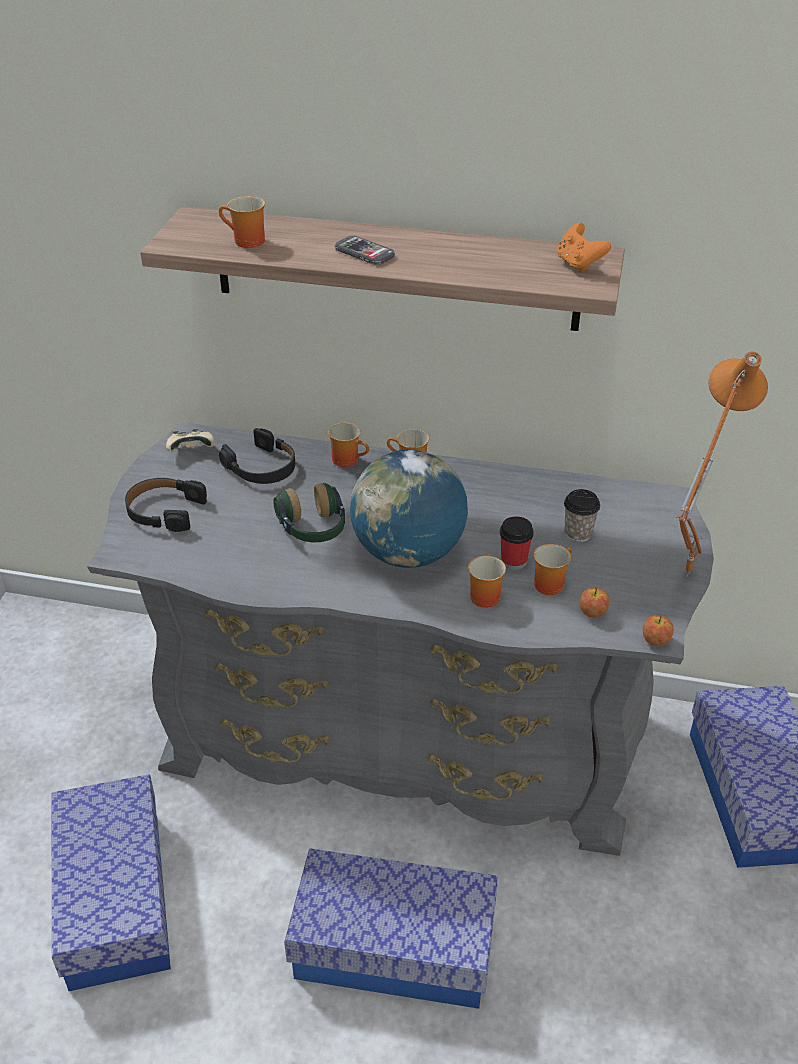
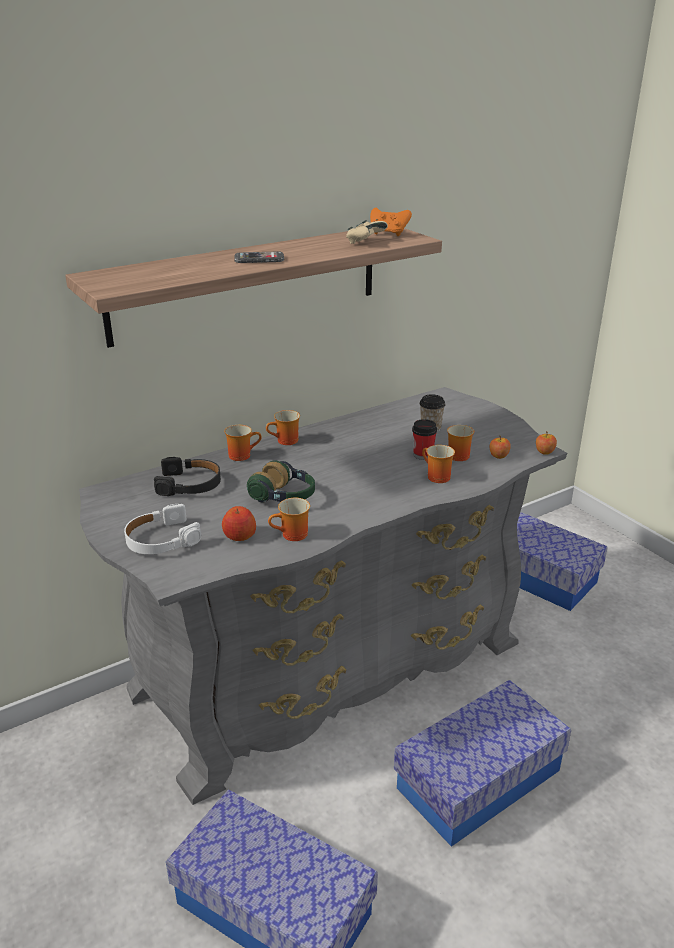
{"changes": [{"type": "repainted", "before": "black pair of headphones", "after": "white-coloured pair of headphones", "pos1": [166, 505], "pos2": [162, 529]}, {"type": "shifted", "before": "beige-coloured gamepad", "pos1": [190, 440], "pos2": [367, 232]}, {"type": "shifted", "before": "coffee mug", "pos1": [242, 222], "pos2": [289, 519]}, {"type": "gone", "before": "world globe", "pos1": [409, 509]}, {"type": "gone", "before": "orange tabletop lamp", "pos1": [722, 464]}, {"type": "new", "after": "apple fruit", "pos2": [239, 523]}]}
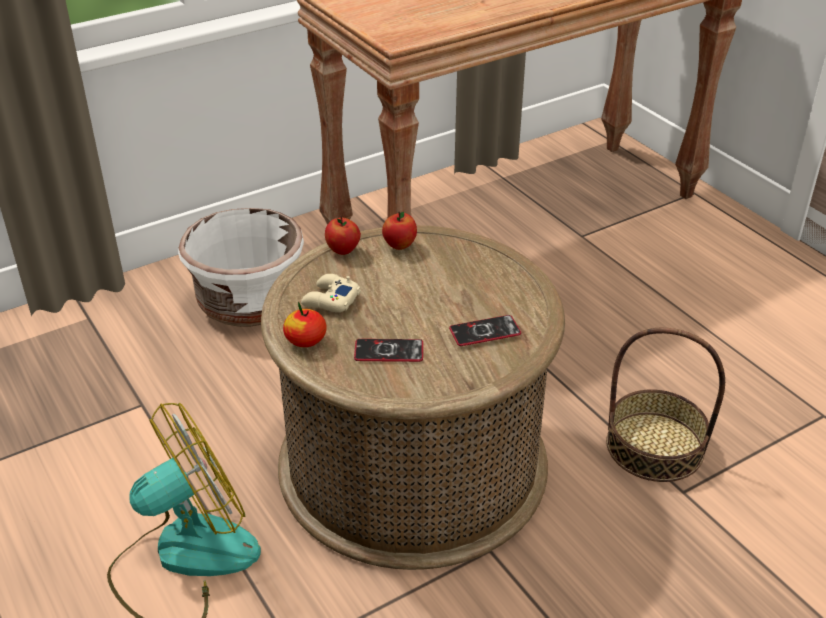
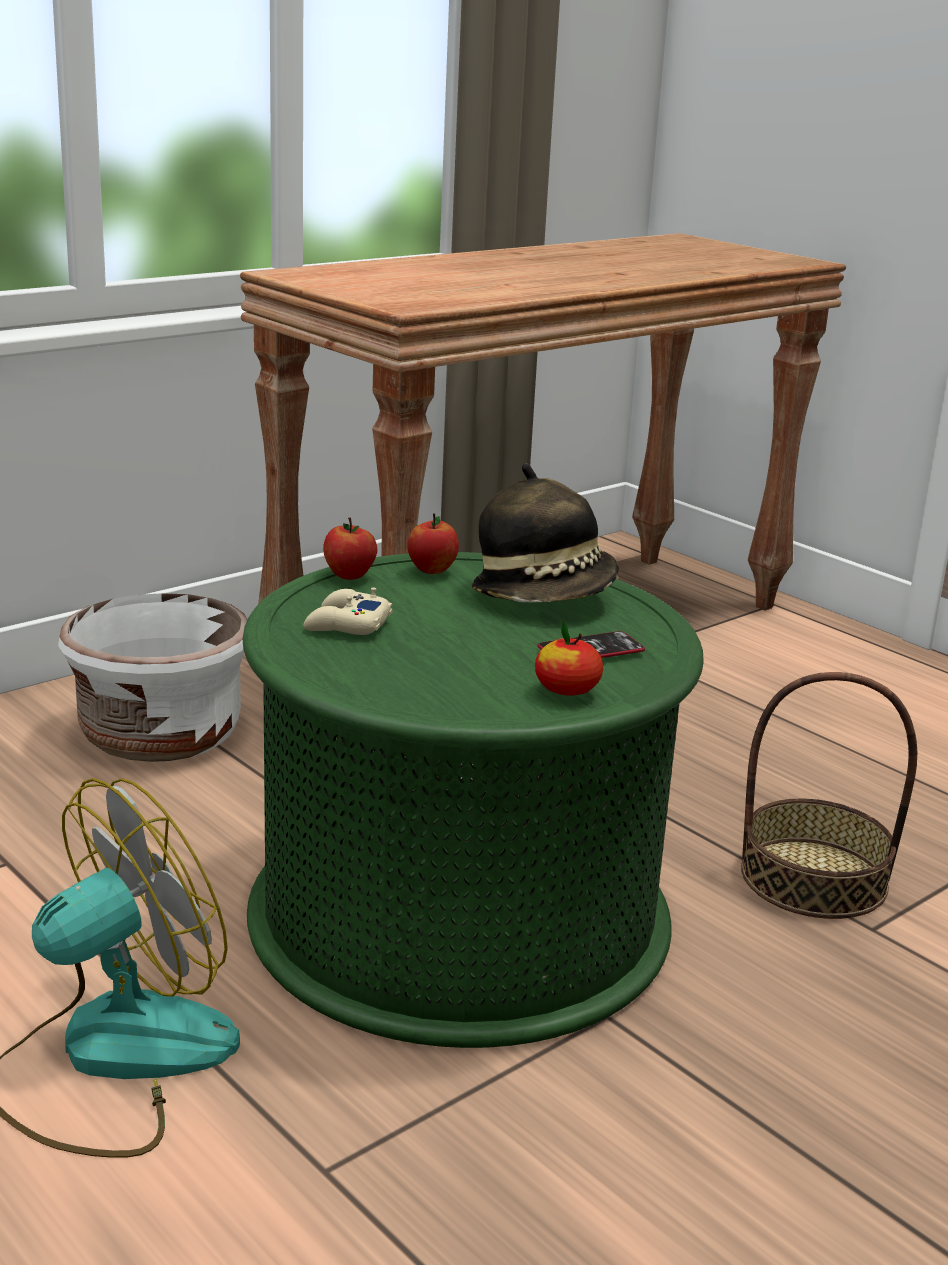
{"changes": [{"type": "repainted", "before": "brown-coloured lounge table", "after": "greenish lounge table", "pos1": [413, 397], "pos2": [473, 800]}, {"type": "shifted", "before": "apple fruit", "pos1": [305, 324], "pos2": [569, 658]}, {"type": "gone", "before": "telephone", "pos1": [388, 350]}, {"type": "new", "after": "wearable hat", "pos2": [545, 533]}]}
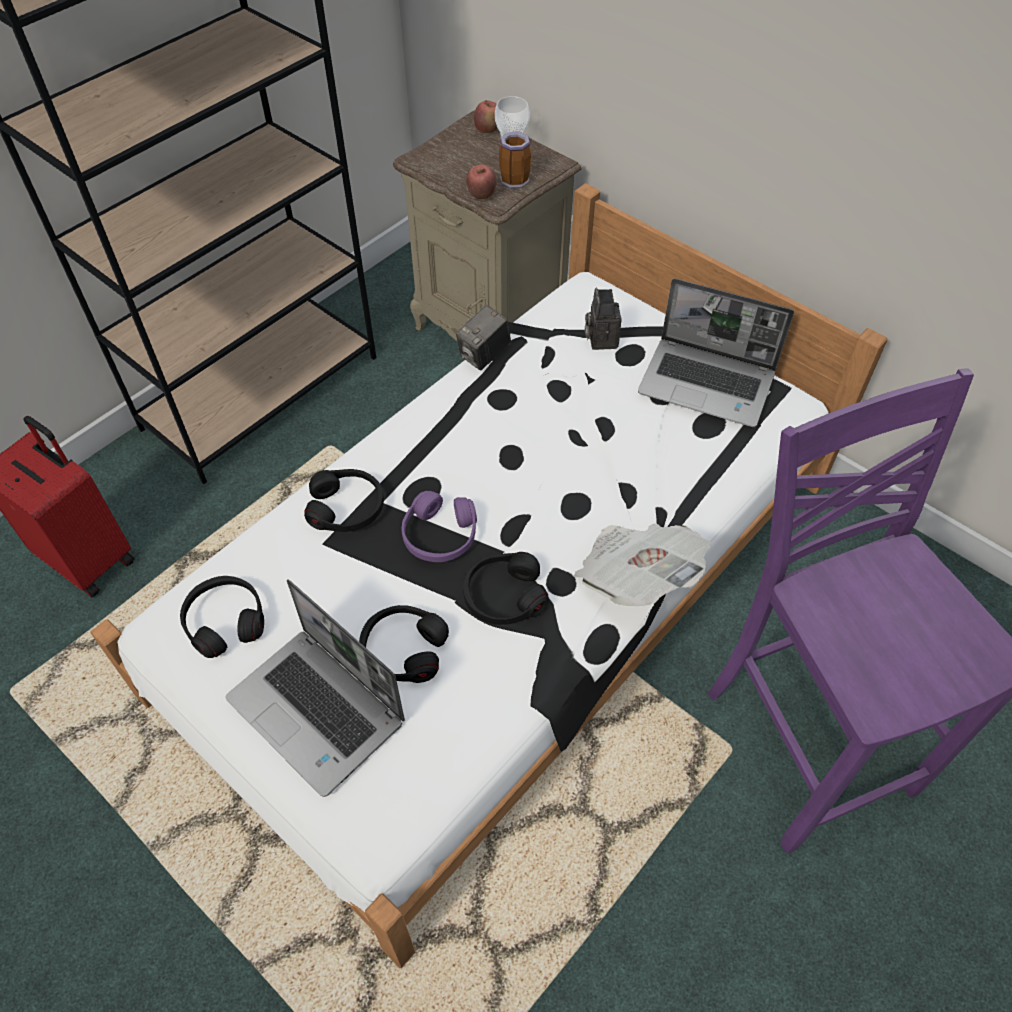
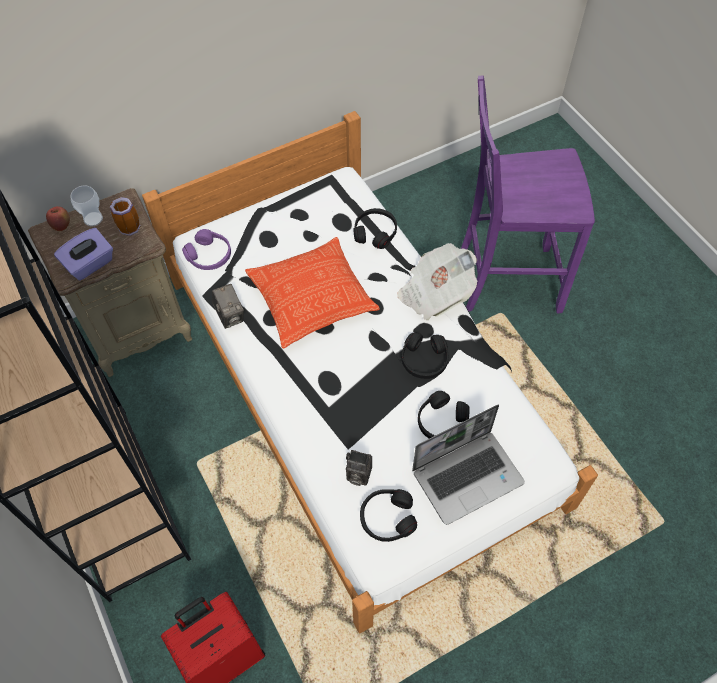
{"changes": [{"type": "shifted", "before": "black pair of headphones", "pos1": [344, 500], "pos2": [375, 228]}, {"type": "shifted", "before": "purple-coloured pair of headphones", "pos1": [439, 526], "pos2": [206, 249]}, {"type": "gone", "before": "apple fruit", "pos1": [481, 181]}, {"type": "shifted", "before": "photo camera", "pos1": [603, 319], "pos2": [359, 468]}, {"type": "gone", "before": "notebook computer", "pos1": [716, 352]}, {"type": "new", "after": "purple-coloured tissue holder", "pos2": [83, 254]}, {"type": "new", "after": "orange pillow", "pos2": [312, 293]}]}
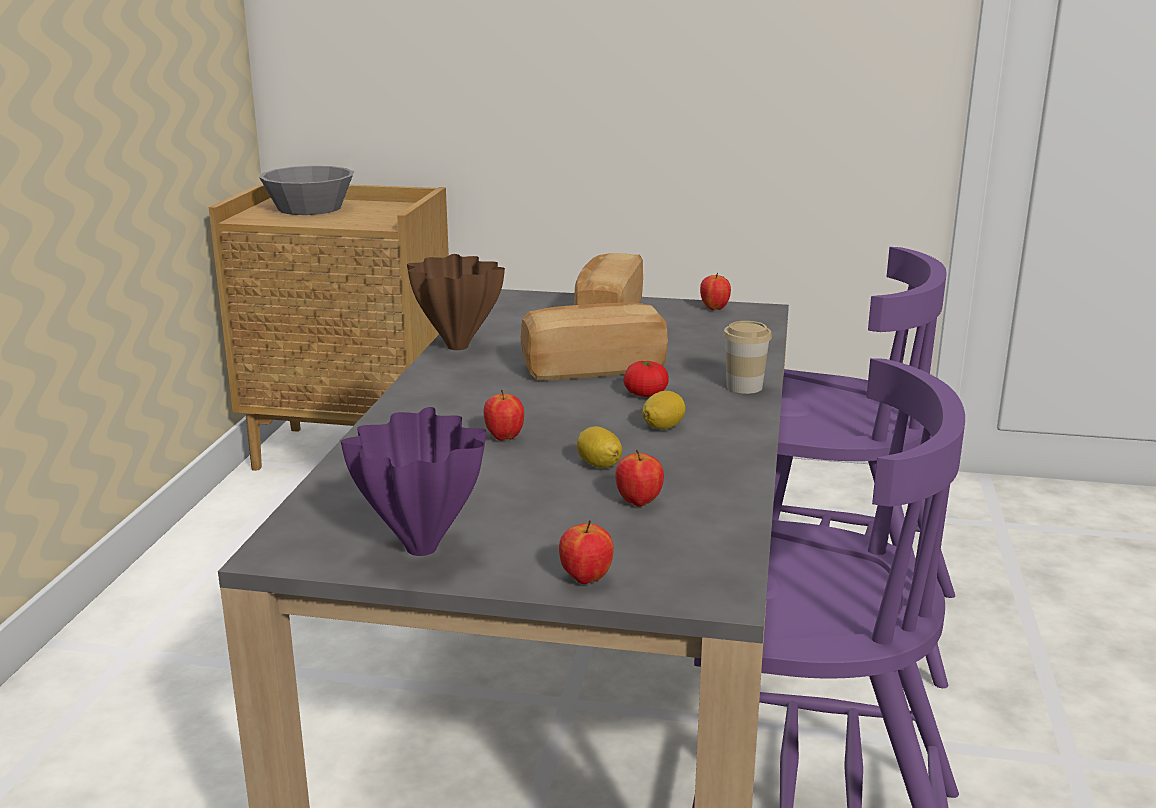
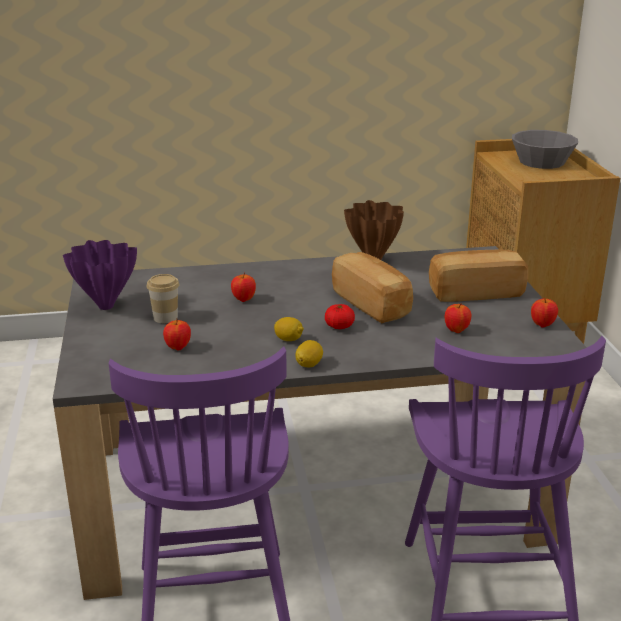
{"changes": [{"type": "shifted", "before": "apple fruit", "pos1": [586, 552], "pos2": [458, 318]}, {"type": "shifted", "before": "citrus fruit", "pos1": [599, 447], "pos2": [309, 353]}, {"type": "shifted", "before": "cup", "pos1": [747, 357], "pos2": [163, 298]}]}
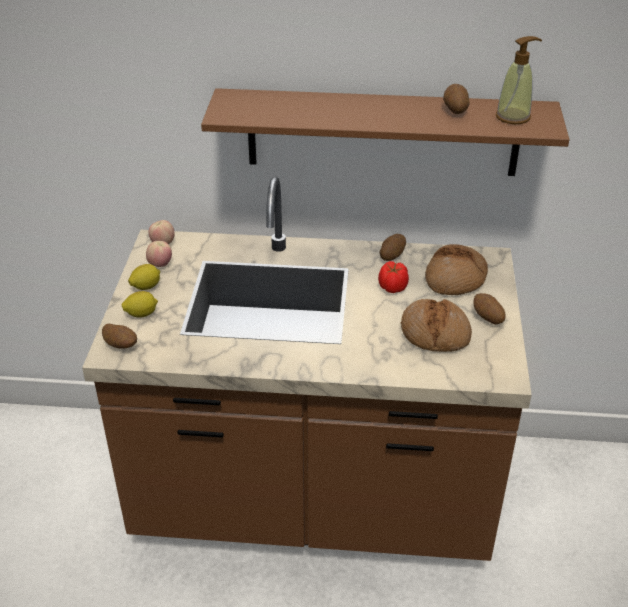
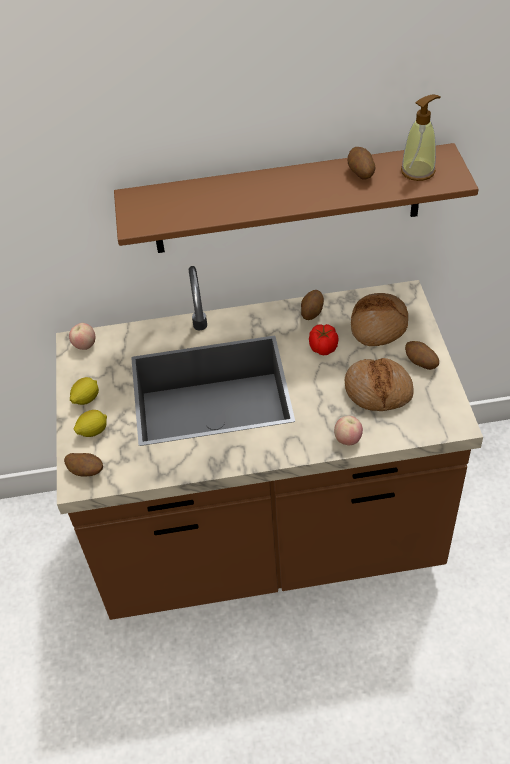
{"changes": [{"type": "shifted", "before": "apple fruit", "pos1": [159, 254], "pos2": [348, 431]}]}
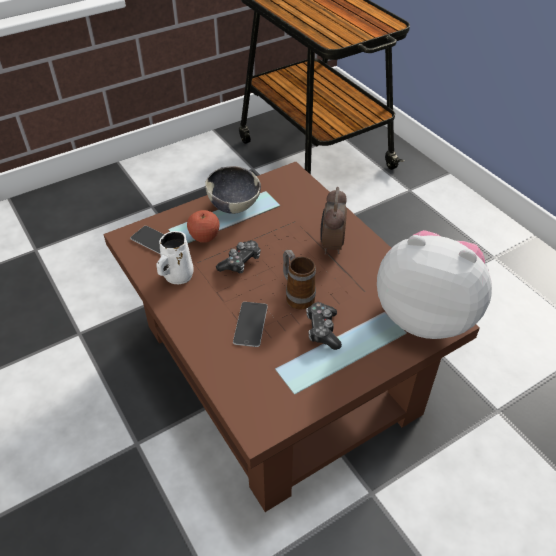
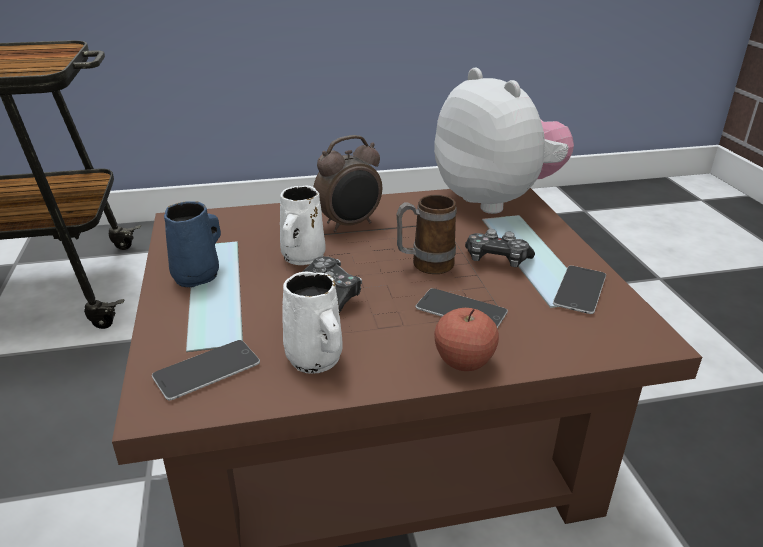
{"changes": [{"type": "shifted", "before": "apple fruit", "pos1": [203, 226], "pos2": [466, 339]}, {"type": "swapped", "before": "deep dish", "after": "blue-coloured coffee mug", "pos1": [233, 190], "pos2": [192, 244]}, {"type": "rotated", "before": "alarm clock", "pos1": [333, 221], "pos2": [348, 183], "turn": -60}, {"type": "rotated", "before": "soft toy", "pos1": [434, 284], "pos2": [504, 141], "turn": 105}, {"type": "new", "after": "white-coloured coffee mug", "pos2": [303, 225]}, {"type": "new", "after": "telephone", "pos2": [579, 290]}]}
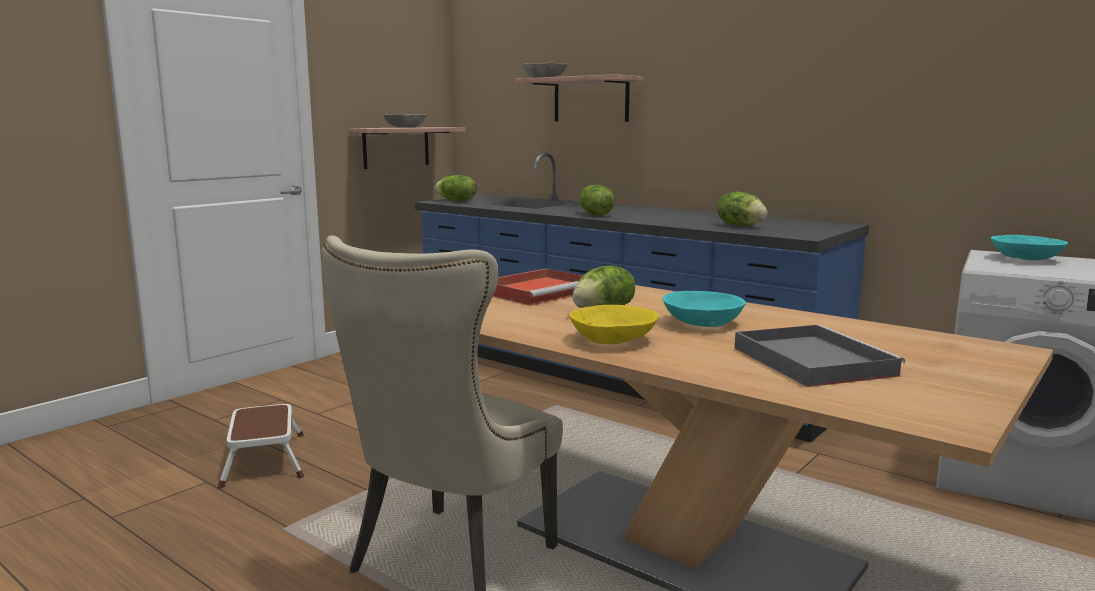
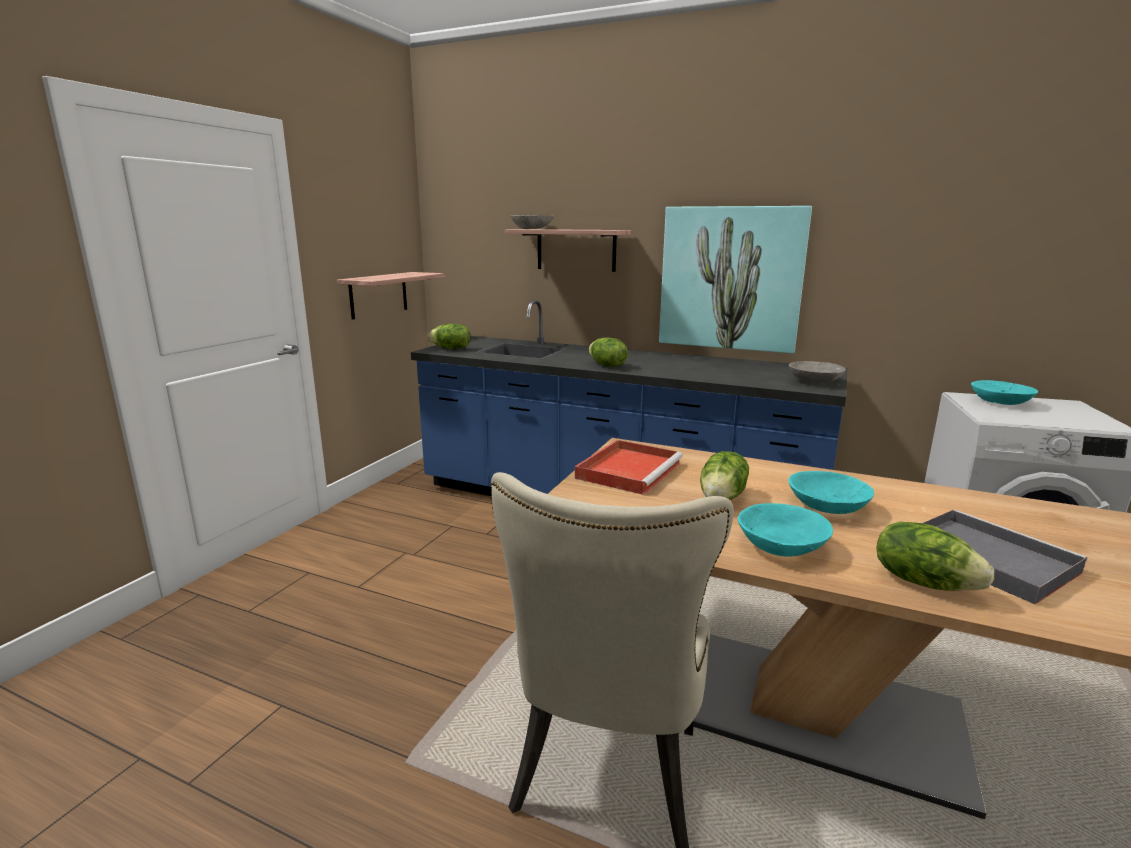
{"changes": [{"type": "gone", "before": "brown-coloured step ladder", "pos1": [261, 446]}, {"type": "shifted", "before": "grey deep dish", "pos1": [404, 121], "pos2": [817, 372]}, {"type": "repainted", "before": "yellowish deep dish", "after": "turquoise deep dish", "pos1": [614, 324], "pos2": [785, 530]}, {"type": "shifted", "before": "head of lettuce", "pos1": [742, 209], "pos2": [935, 556]}, {"type": "new", "after": "wall picture", "pos2": [735, 279]}]}
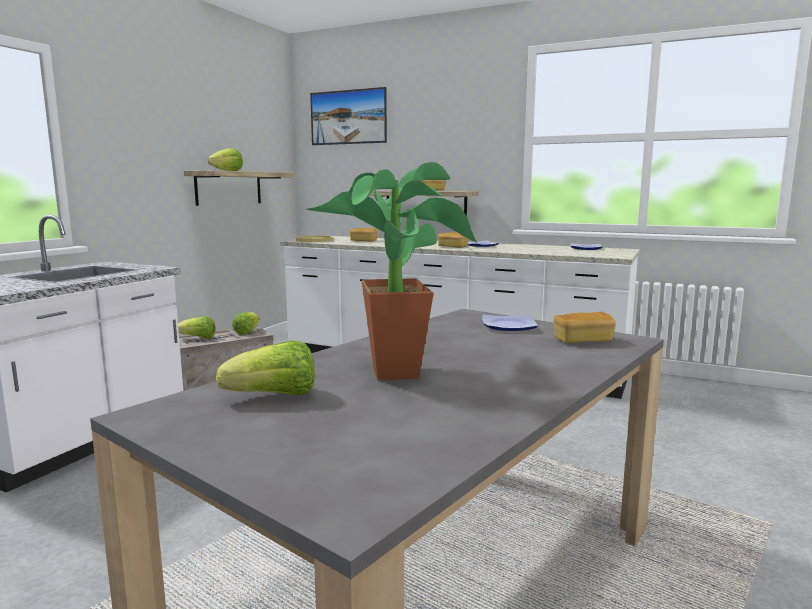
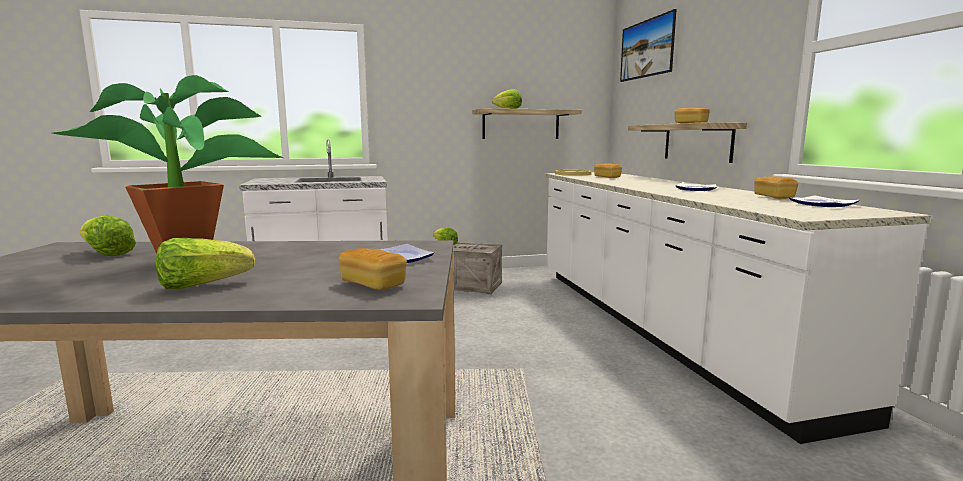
{"changes": [{"type": "shifted", "before": "head of lettuce", "pos1": [246, 323], "pos2": [205, 264]}, {"type": "shifted", "before": "bread", "pos1": [453, 240], "pos2": [776, 187]}]}
